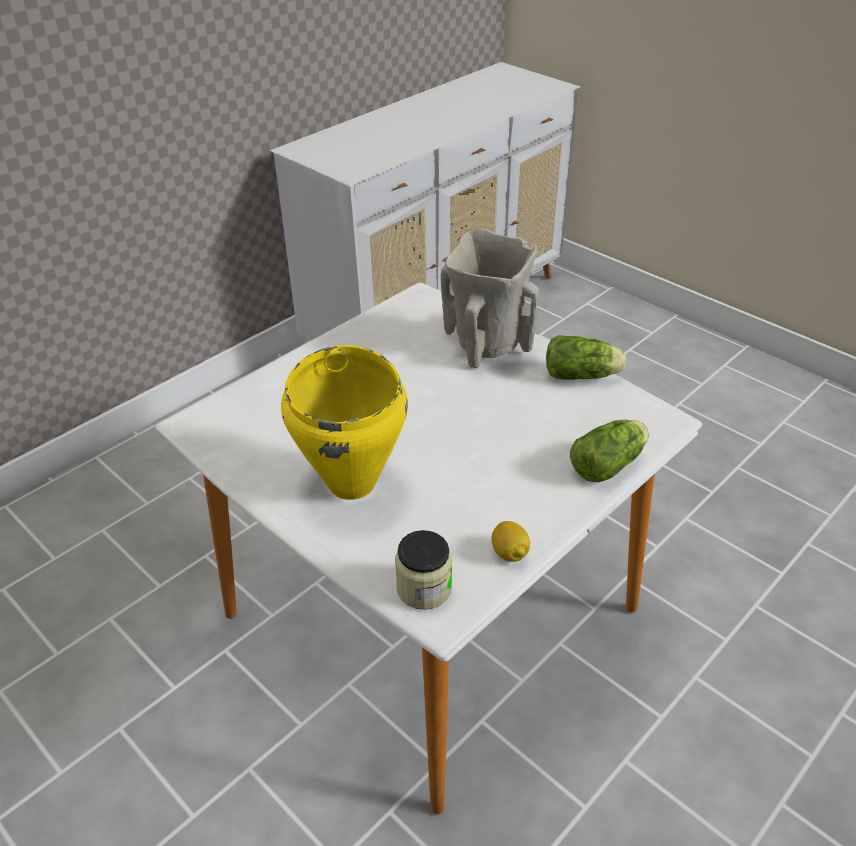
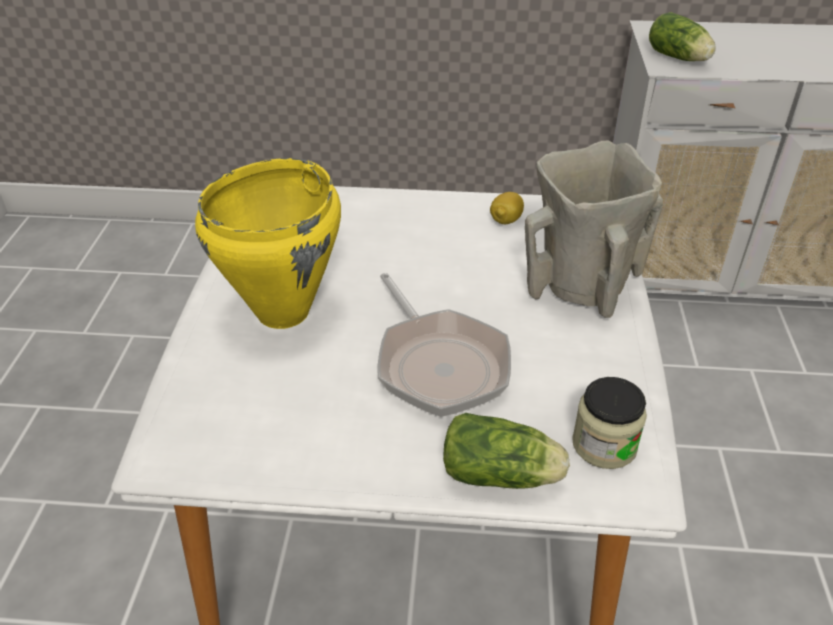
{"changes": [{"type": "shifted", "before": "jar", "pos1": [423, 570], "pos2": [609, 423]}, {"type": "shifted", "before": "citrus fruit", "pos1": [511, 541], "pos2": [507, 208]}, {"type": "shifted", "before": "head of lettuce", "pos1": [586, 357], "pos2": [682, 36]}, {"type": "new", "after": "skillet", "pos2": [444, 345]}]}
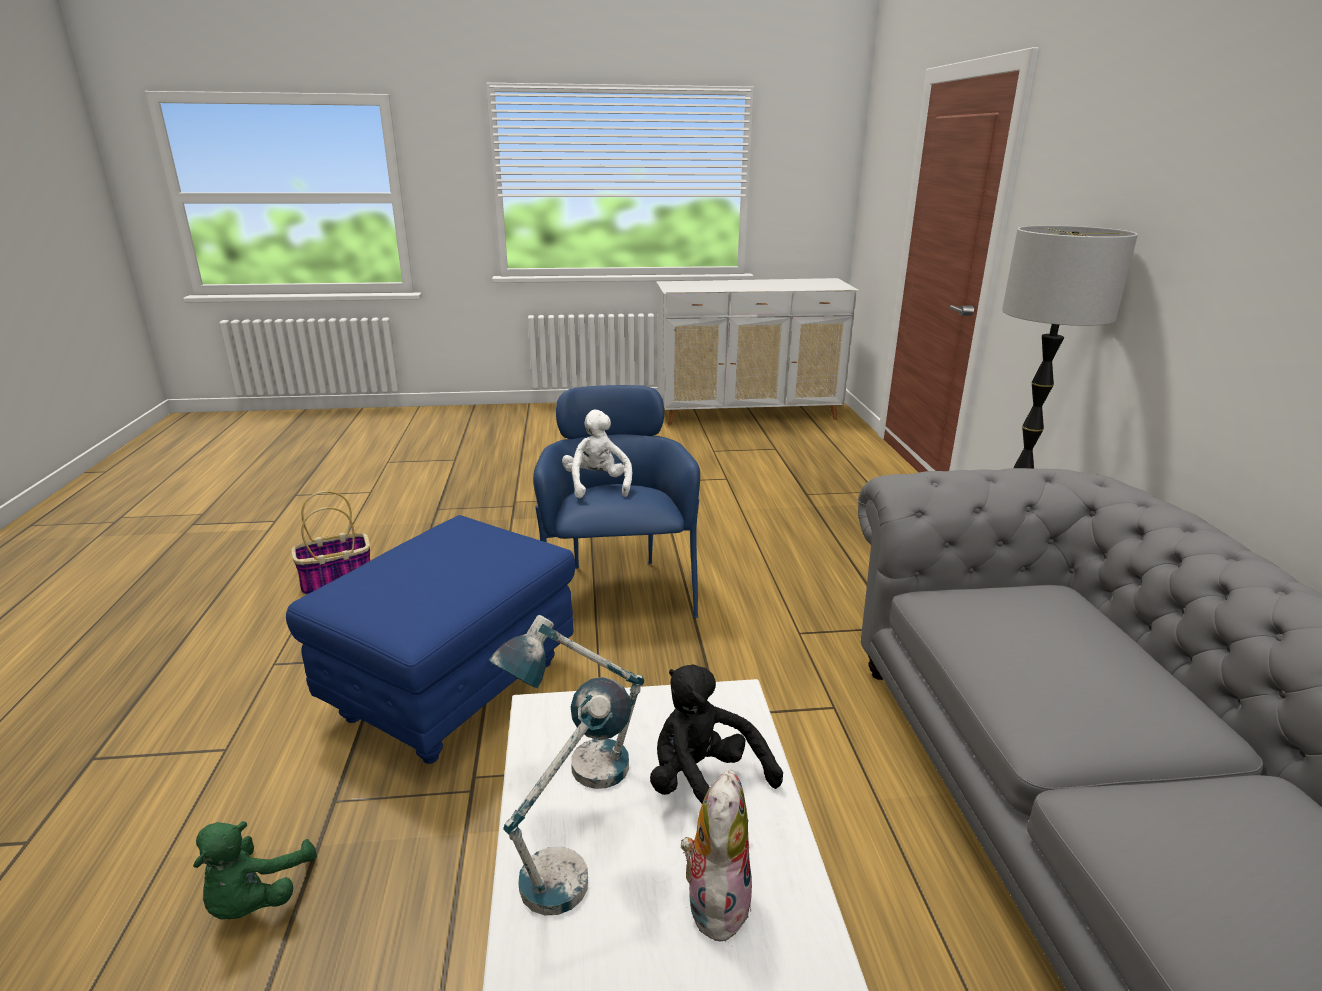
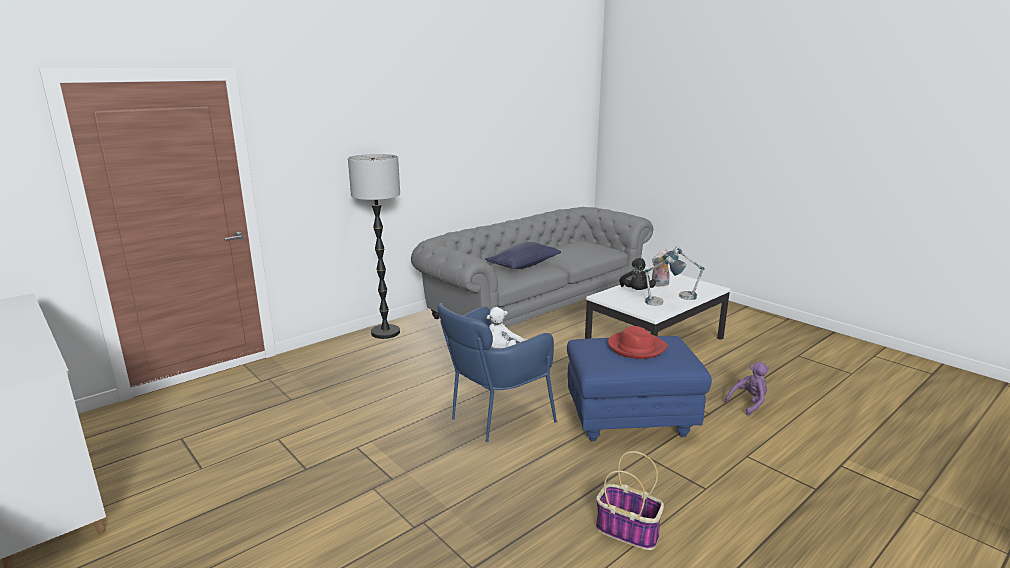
{"changes": [{"type": "repainted", "before": "greenish soft toy", "after": "purple-coloured soft toy", "pos1": [255, 870], "pos2": [746, 389]}, {"type": "new", "after": "blue-coloured pillow", "pos2": [523, 255]}, {"type": "new", "after": "reddish wearable hat", "pos2": [638, 342]}]}
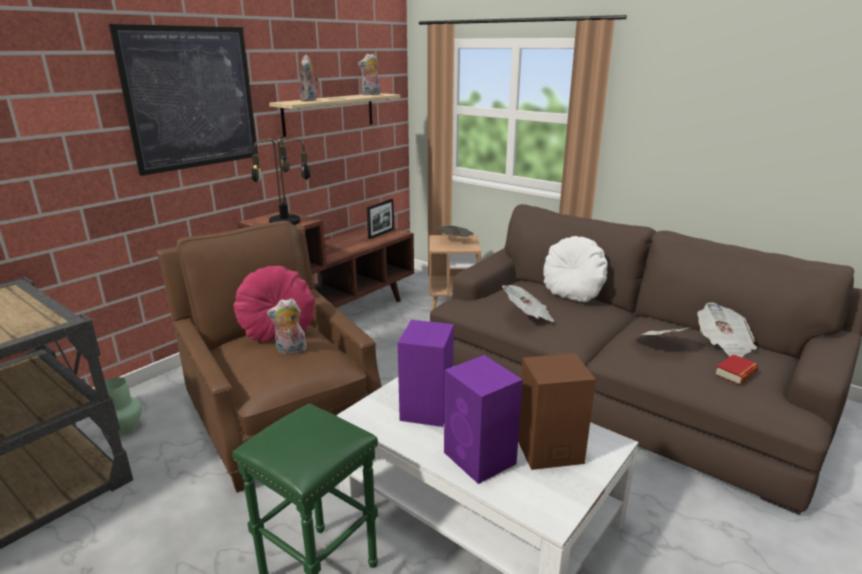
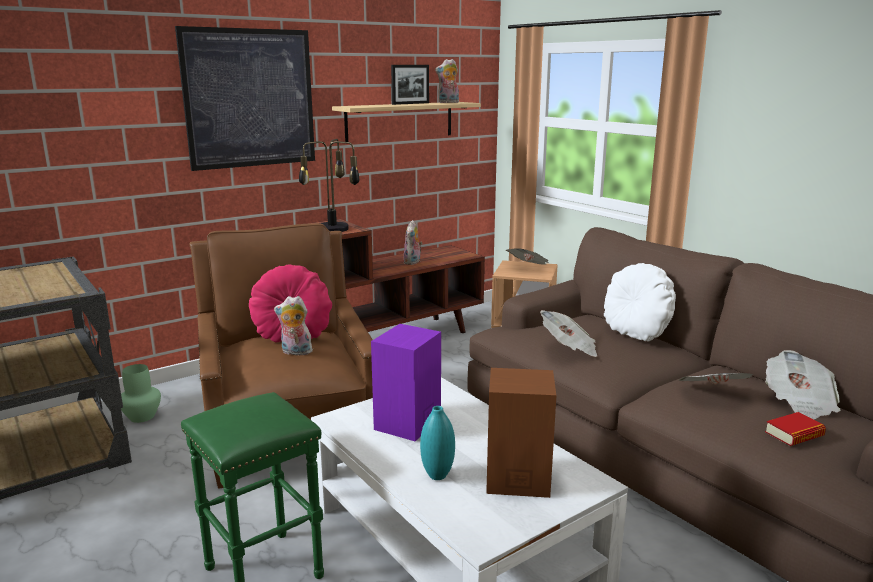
{"changes": [{"type": "shifted", "before": "soft toy", "pos1": [309, 78], "pos2": [413, 242]}, {"type": "shifted", "before": "standing frame", "pos1": [380, 219], "pos2": [410, 85]}, {"type": "swapped", "before": "purple-coloured loudspeaker", "after": "turquoise vase", "pos1": [483, 419], "pos2": [437, 443]}]}
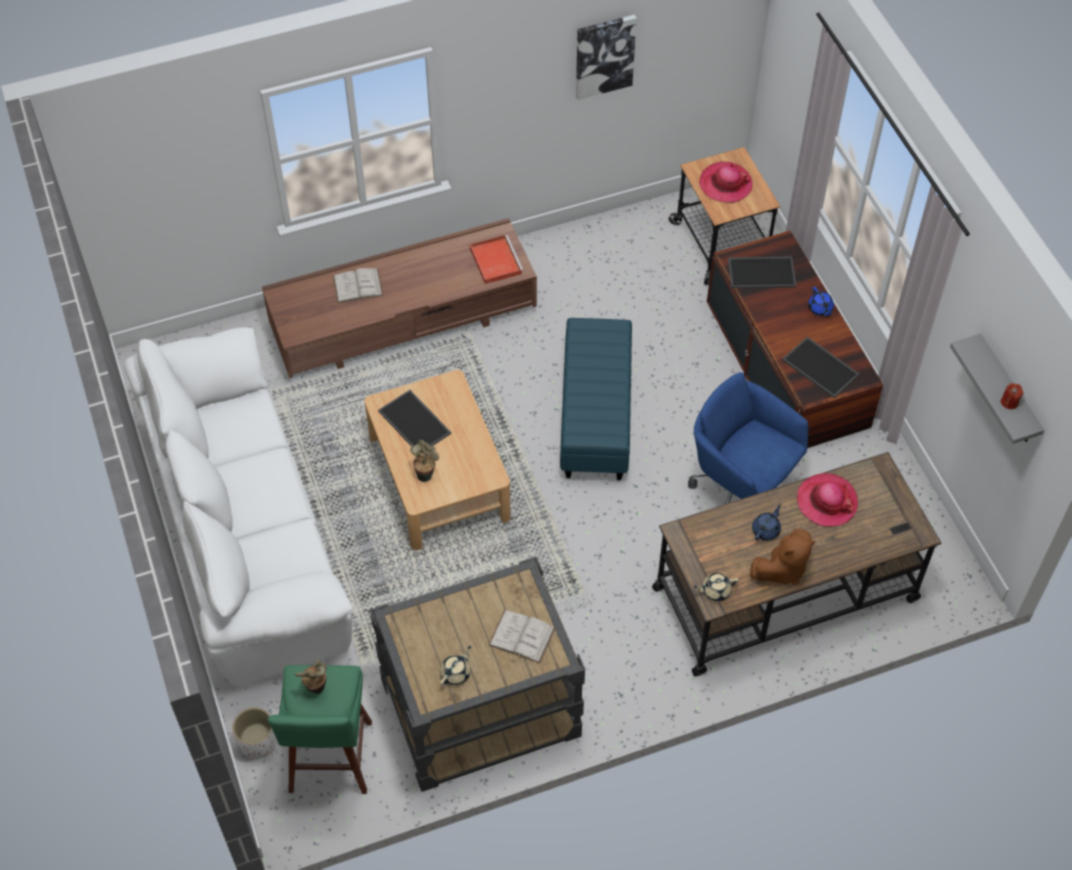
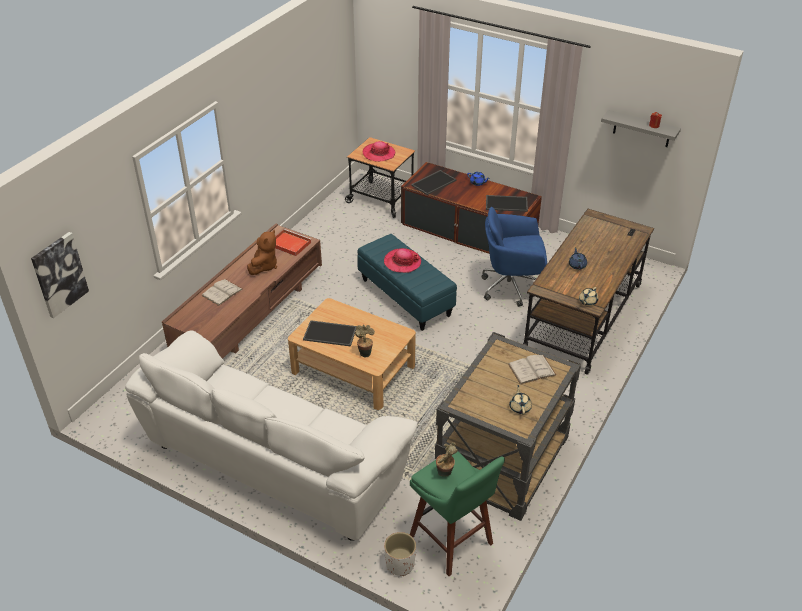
{"changes": [{"type": "shifted", "before": "wall picture", "pos1": [606, 57], "pos2": [60, 275]}, {"type": "shifted", "before": "brown-coloured soft toy", "pos1": [782, 557], "pos2": [262, 252]}, {"type": "shifted", "before": "wearable hat", "pos1": [827, 499], "pos2": [402, 260]}]}
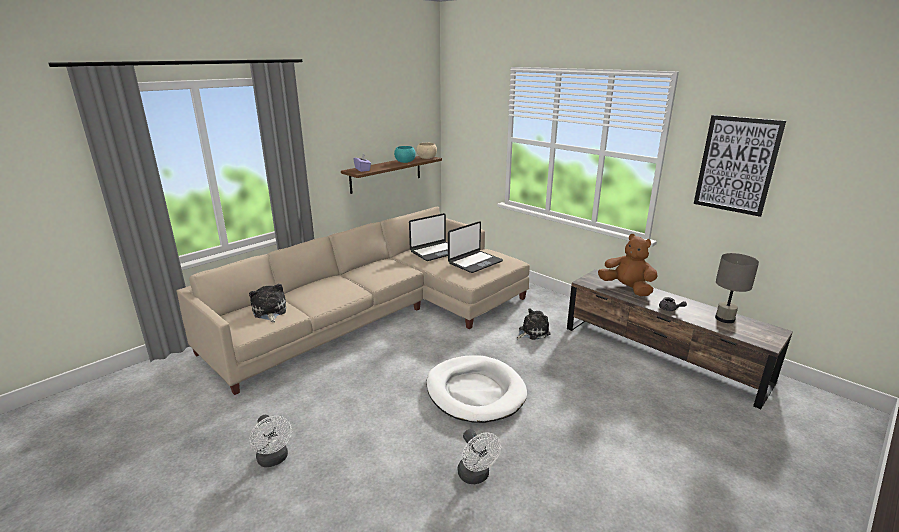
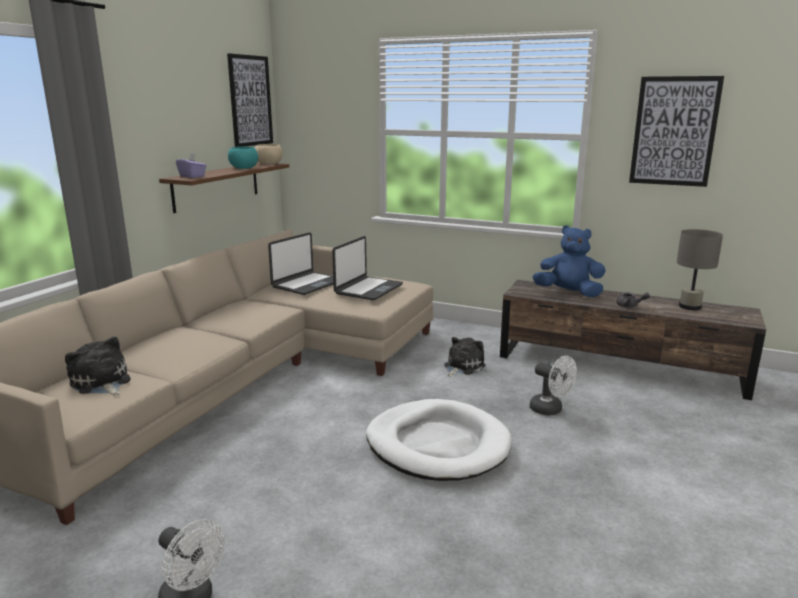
{"changes": [{"type": "shifted", "before": "white-coloured fan", "pos1": [479, 456], "pos2": [553, 385]}, {"type": "repainted", "before": "brown-coloured soft toy", "after": "blue-coloured soft toy", "pos1": [628, 265], "pos2": [569, 261]}, {"type": "new", "after": "wall picture", "pos2": [250, 100]}]}
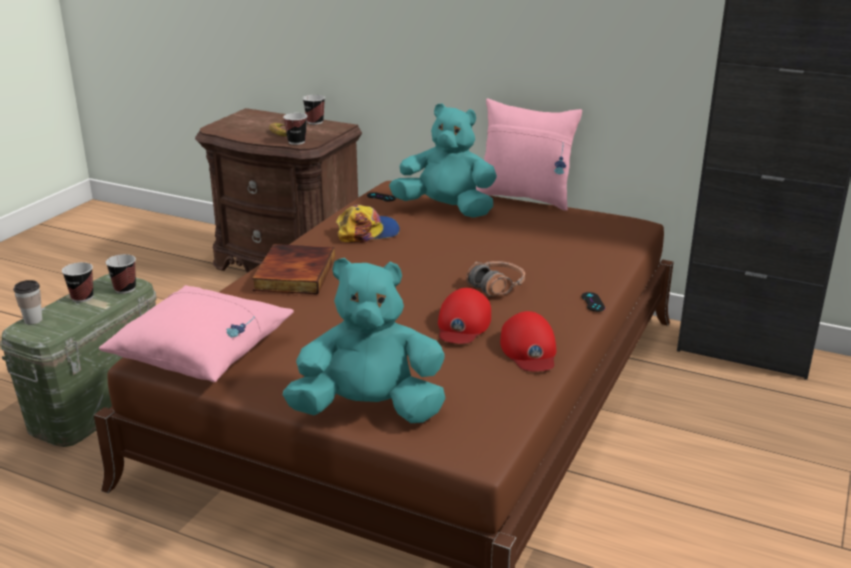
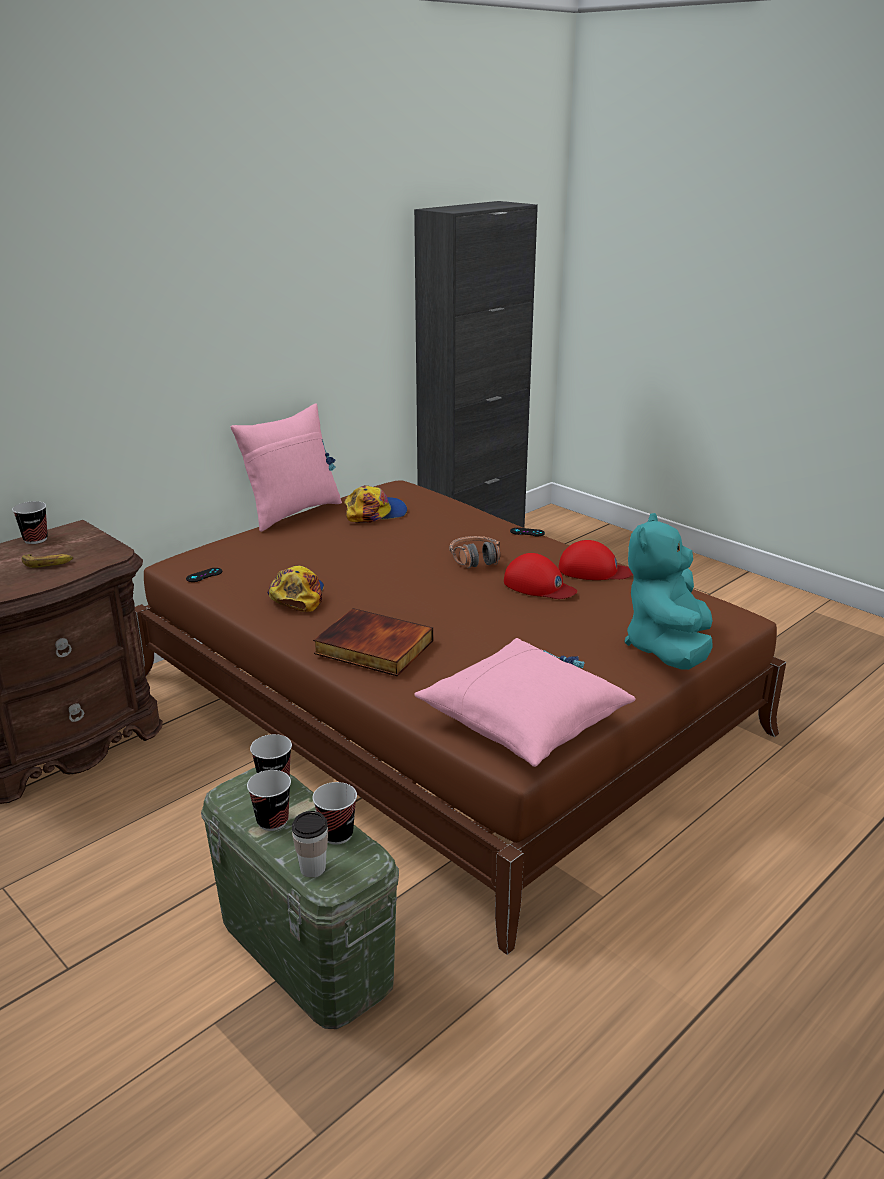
{"changes": [{"type": "shifted", "before": "cup", "pos1": [295, 129], "pos2": [335, 813]}, {"type": "gone", "before": "turquoise soft toy", "pos1": [443, 160]}, {"type": "new", "after": "peaked cap", "pos2": [375, 503]}]}
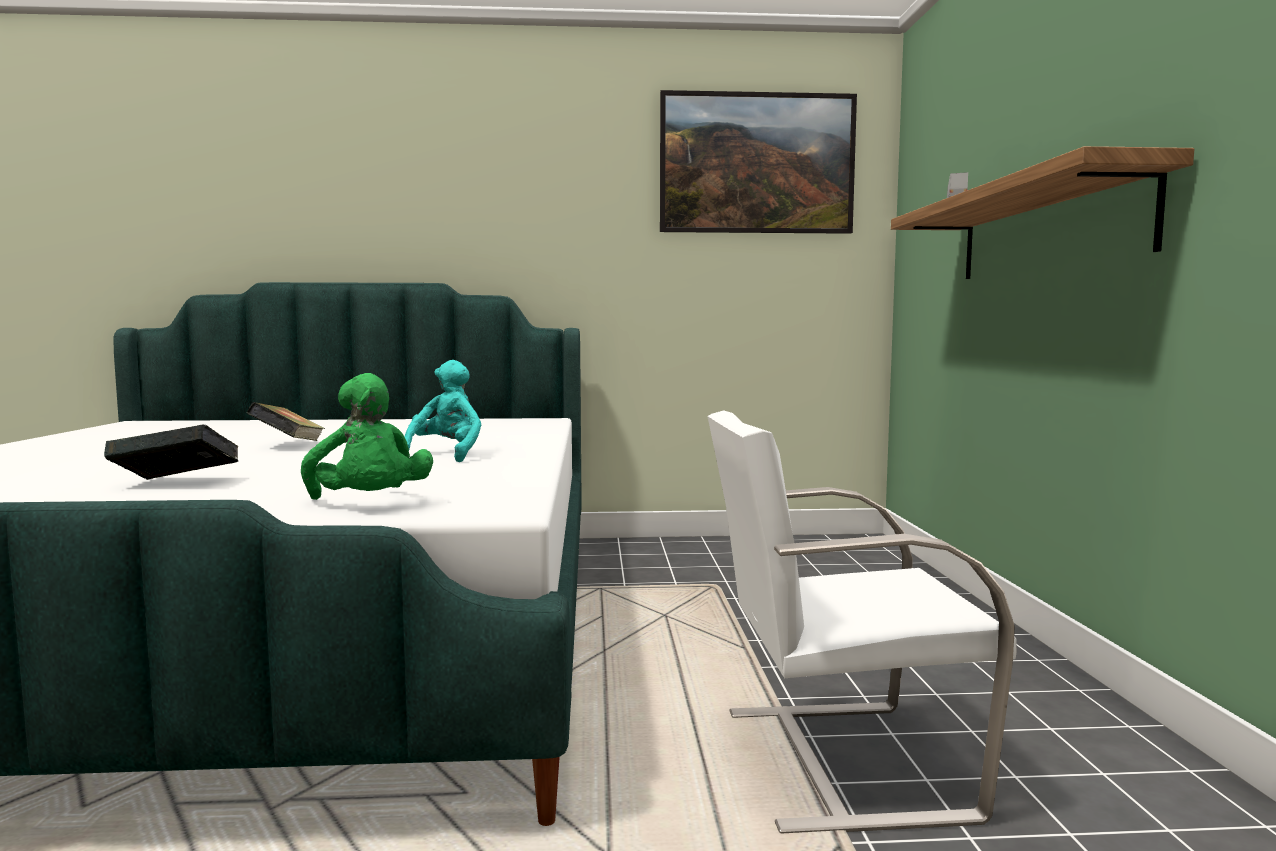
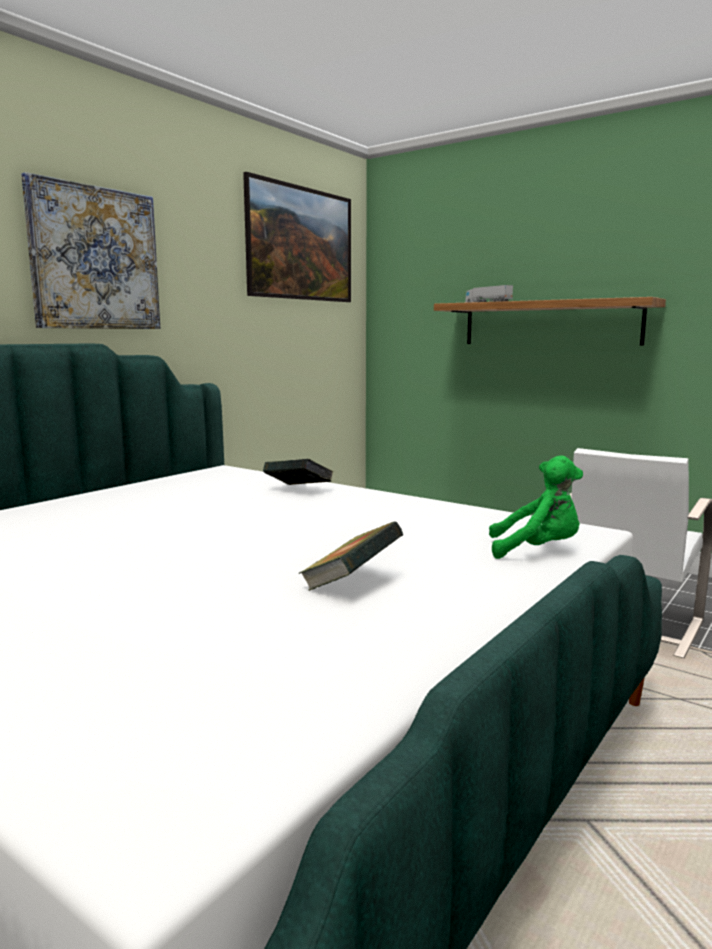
{"changes": [{"type": "shifted", "before": "volume", "pos1": [286, 421], "pos2": [298, 472]}, {"type": "gone", "before": "turquoise soft toy", "pos1": [443, 411]}, {"type": "new", "after": "wall picture", "pos2": [90, 250]}]}
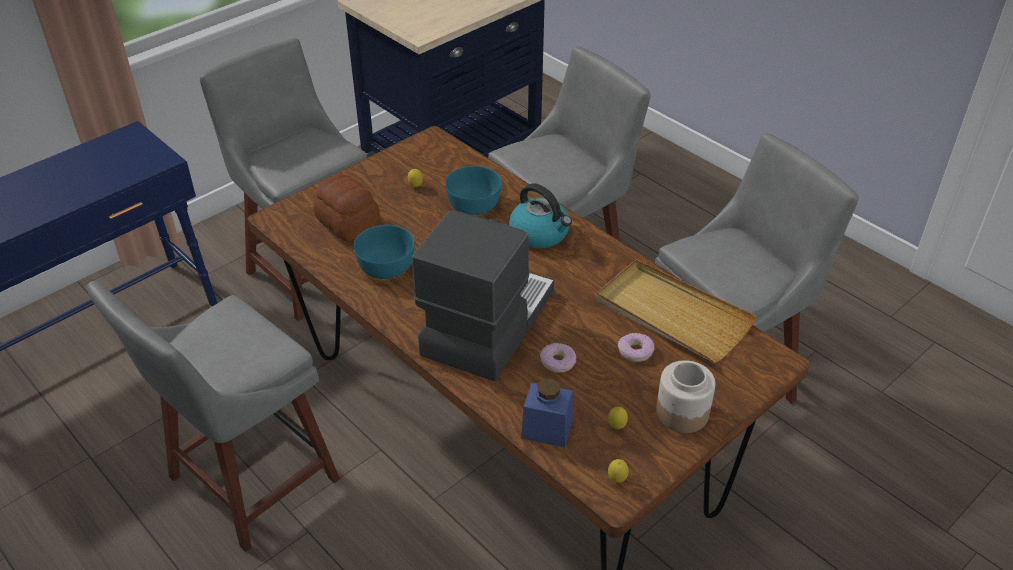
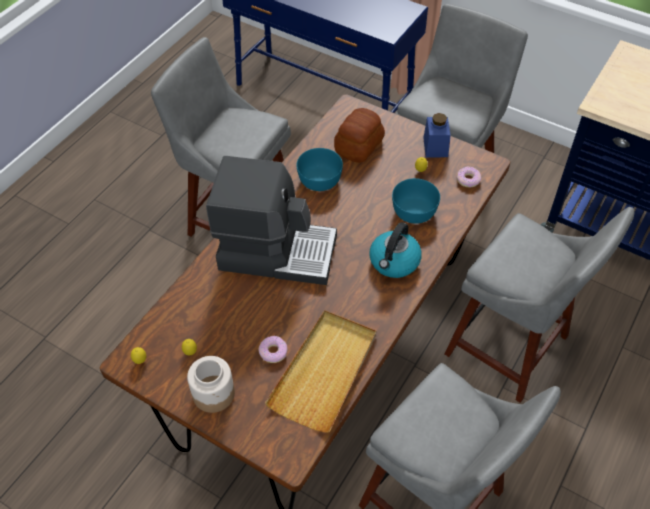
{"changes": [{"type": "shifted", "before": "blue-coloured jar", "pos1": [547, 412], "pos2": [437, 135]}, {"type": "shifted", "before": "doughnut", "pos1": [558, 358], "pos2": [468, 177]}]}
